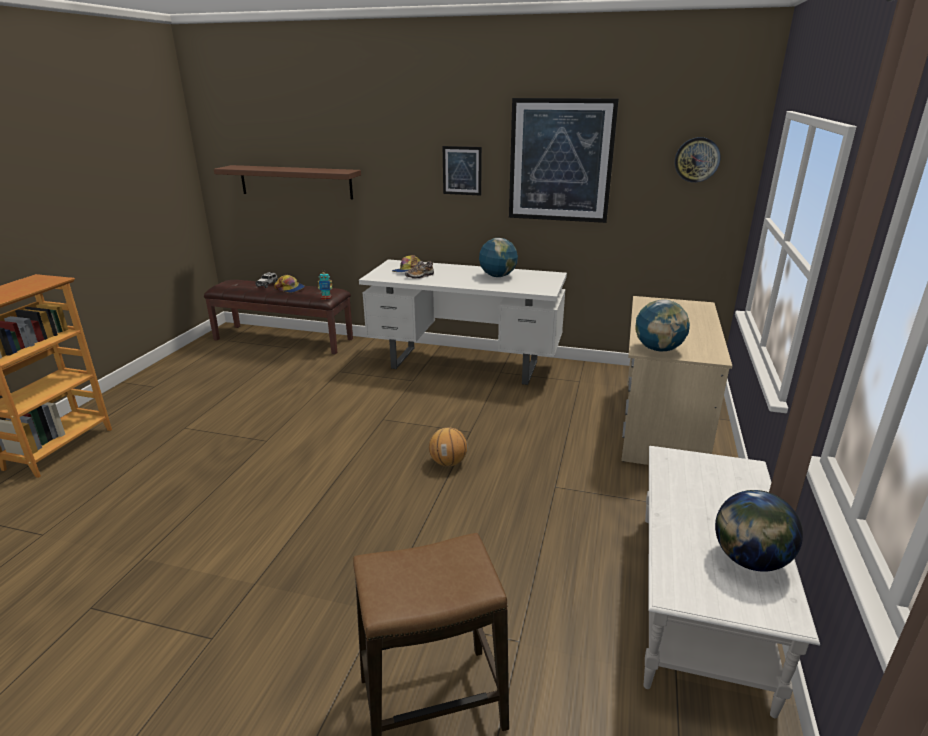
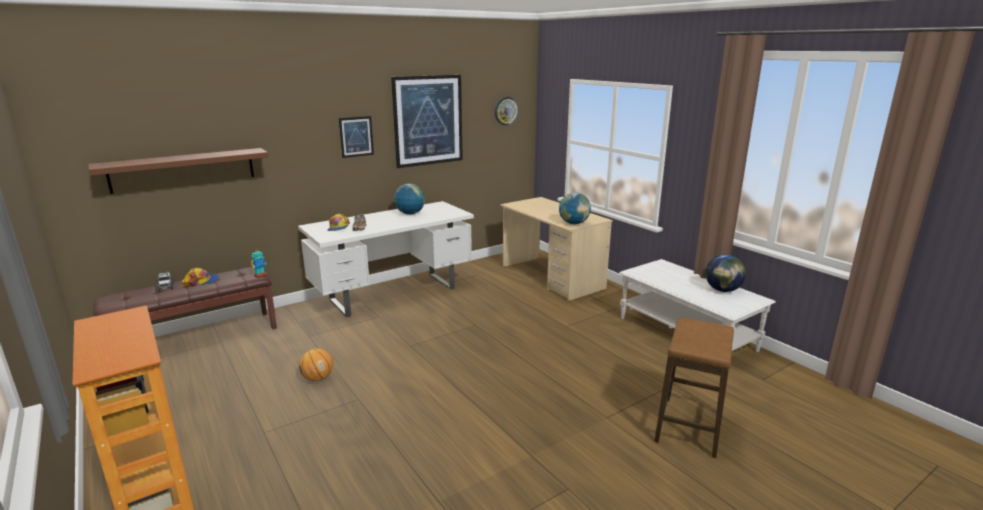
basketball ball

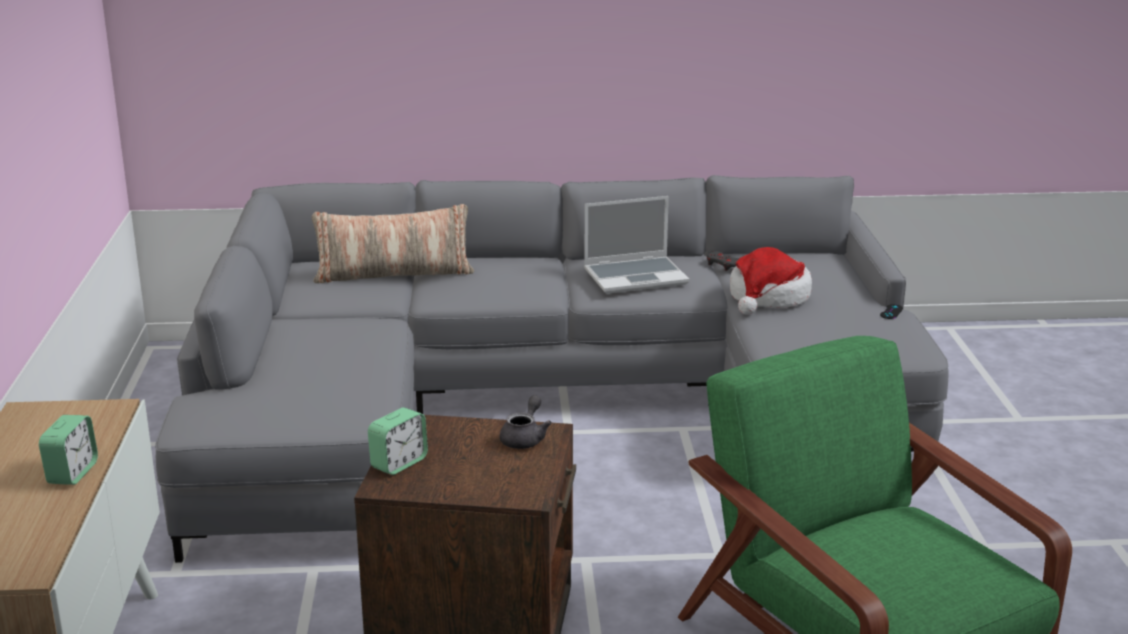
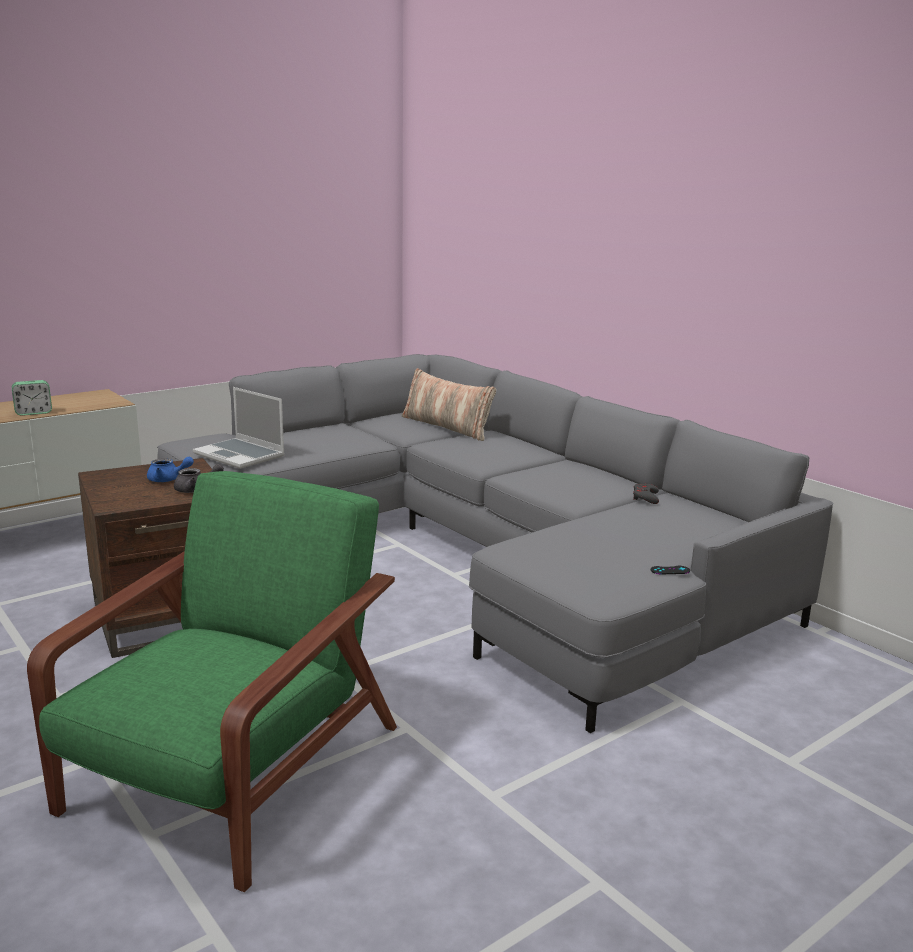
bedside clock (no. 2 from left in the first image); hat; bluish tea pot; notebook computer

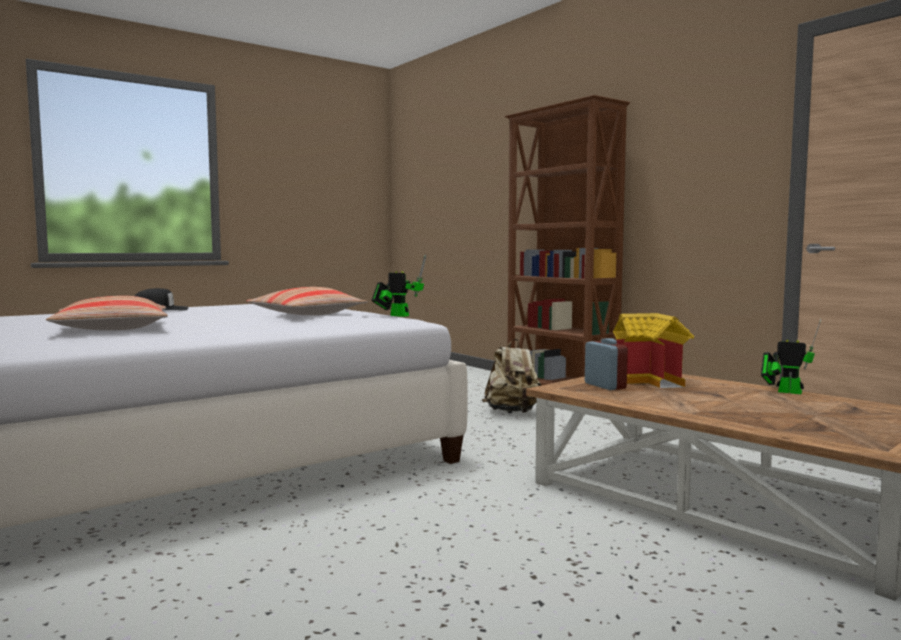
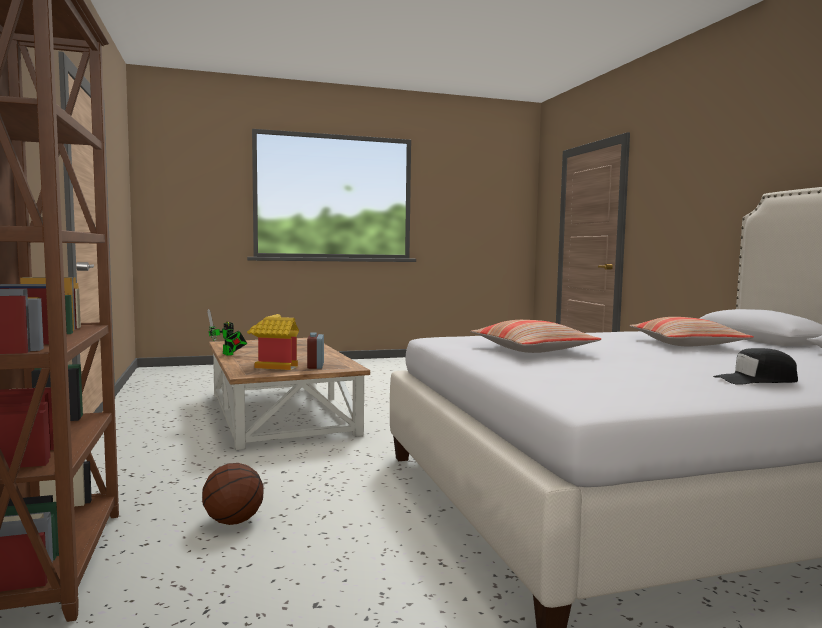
robot figure (no. 1 from left in the first image); basketball ball

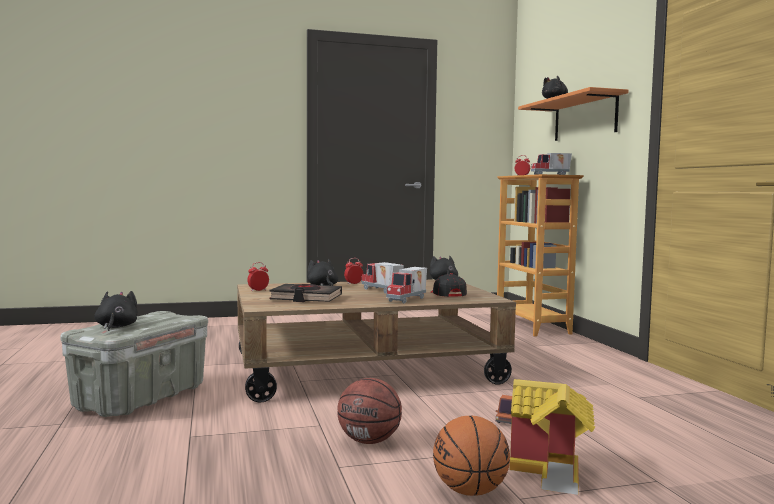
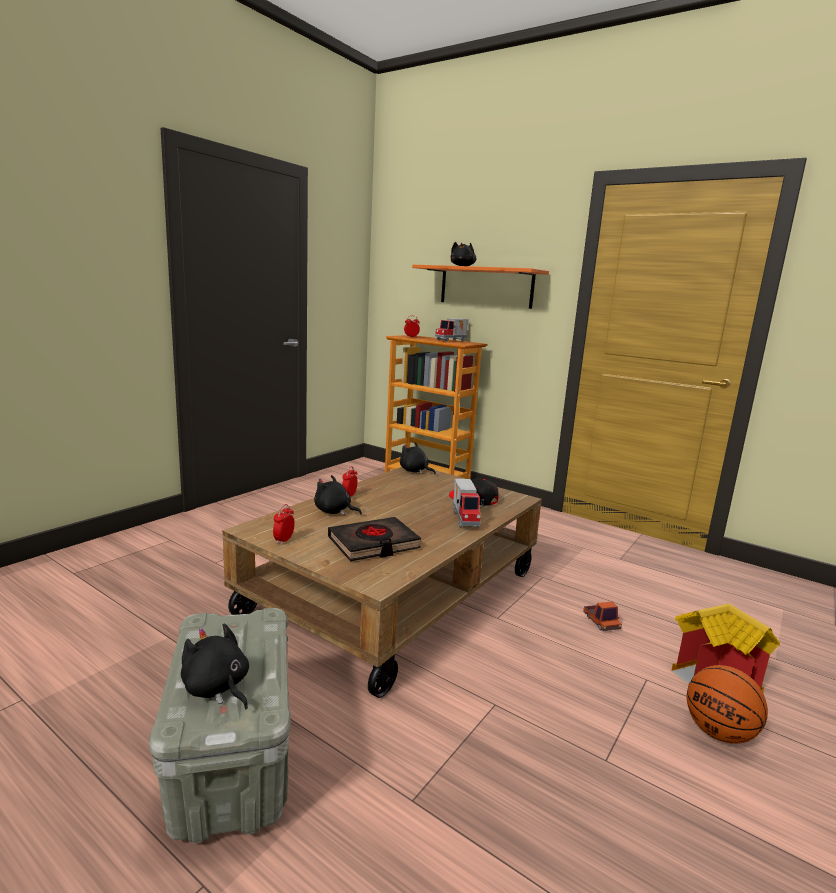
basketball ball (no. 1 from left in the first image); toy lorry (no. 1 from left in the first image)

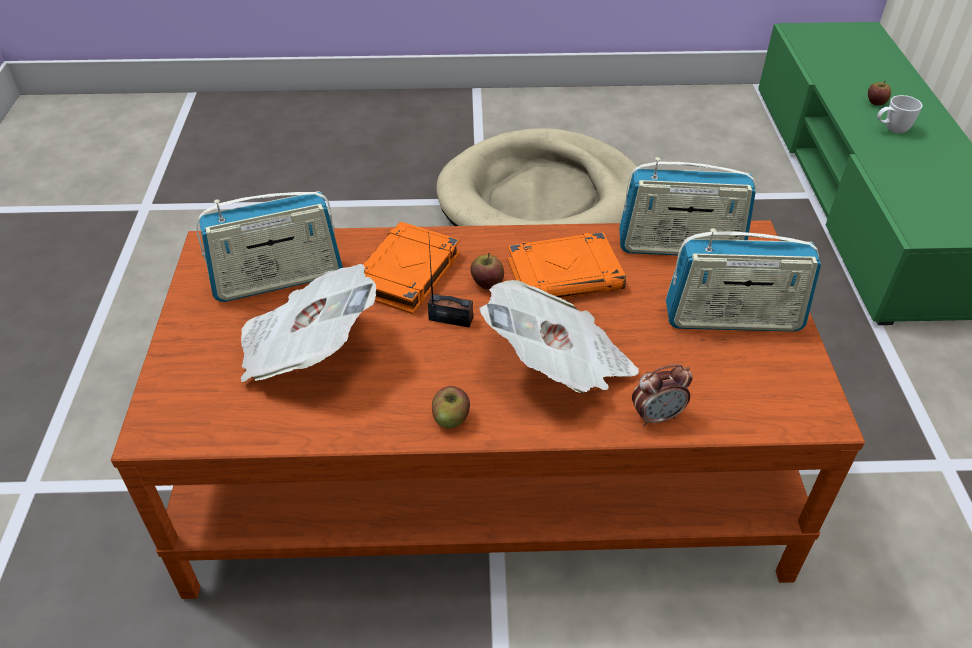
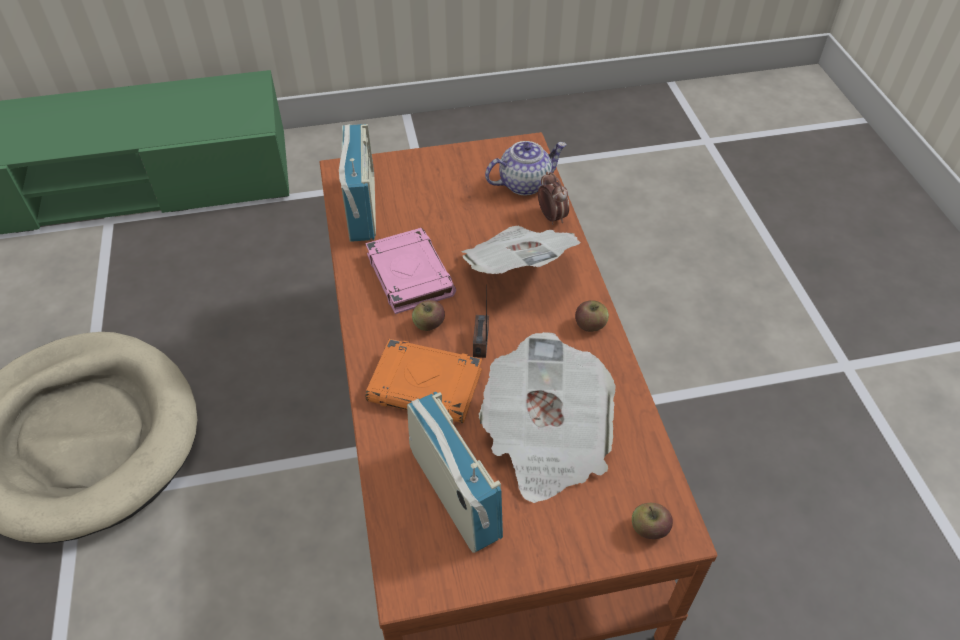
radio receiver (no. 4 from left in the first image); white-coloured tea mug; tea pot; whole apple (no. 3 from left); pinkish volume

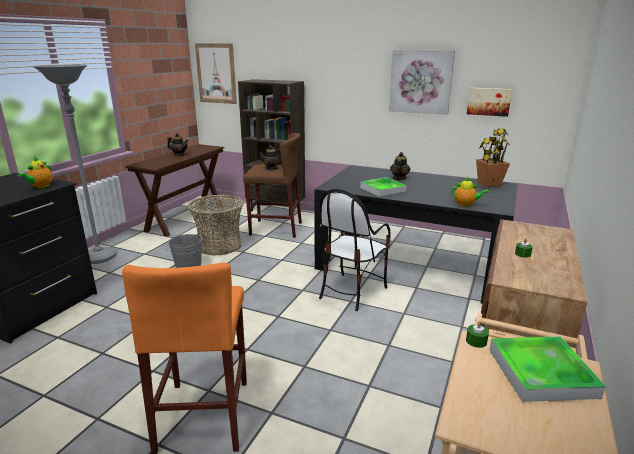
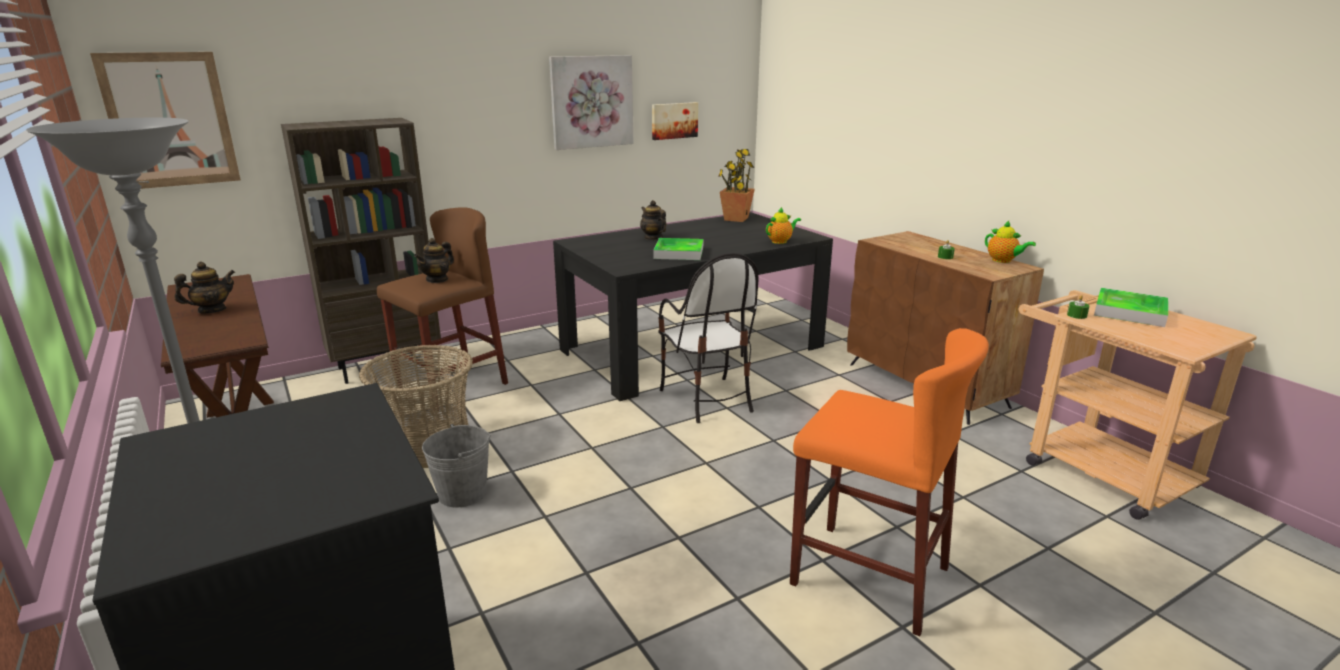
tea pot (no. 5 from left)

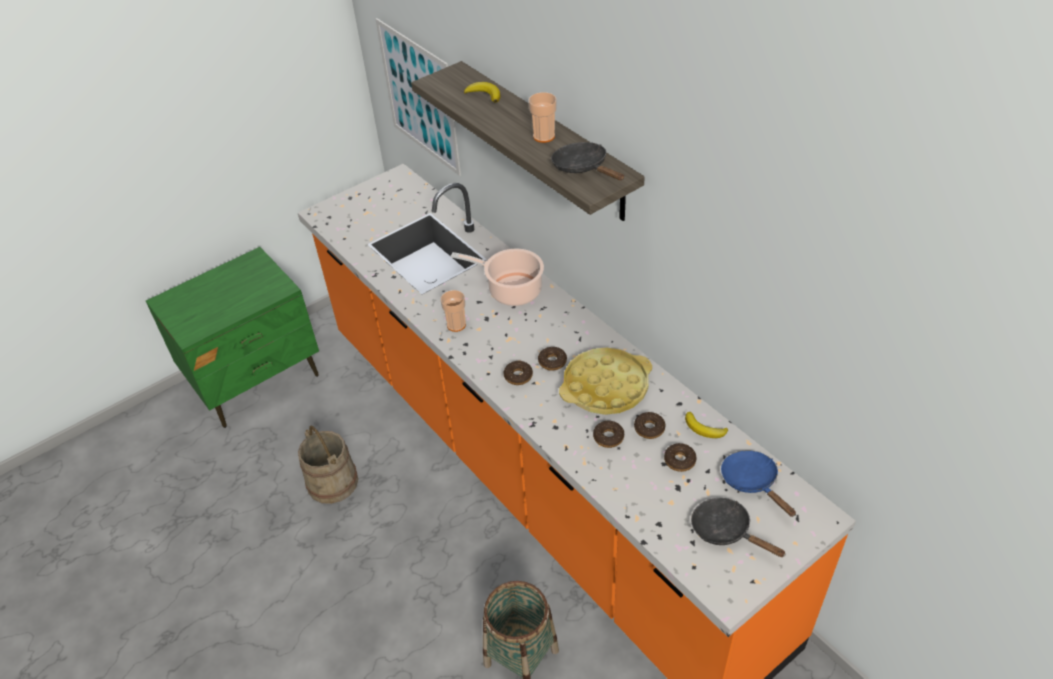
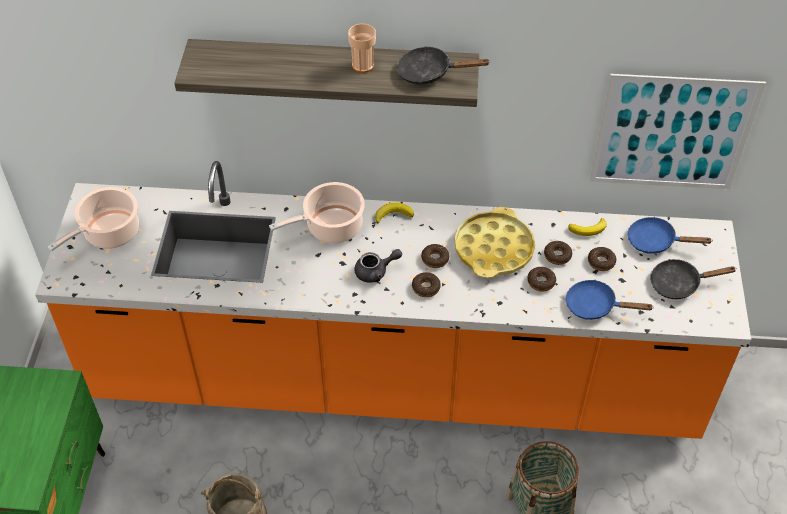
drinking cup (no. 1 from left in the first image); cooking pot (no. 1 from left); grey tea pot; bluish pan (no. 1 from left); wall art; whole banana (no. 1 from left)

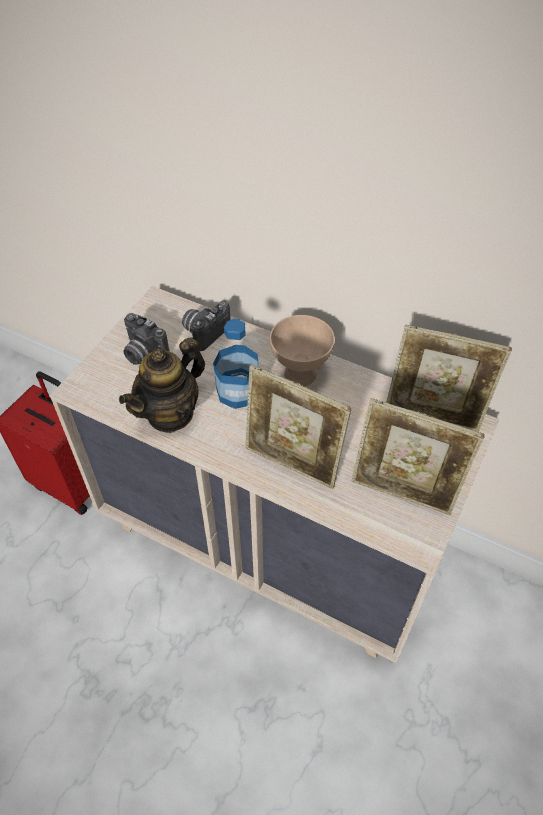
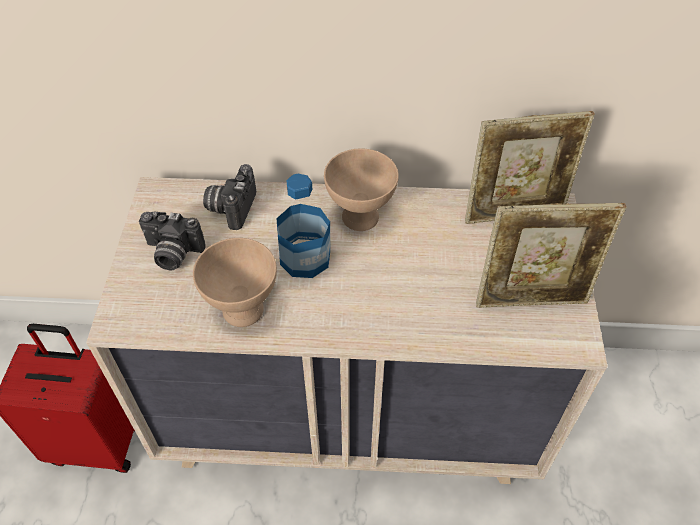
photo frame (no. 1 from left in the first image); beige bowl (no. 1 from left)

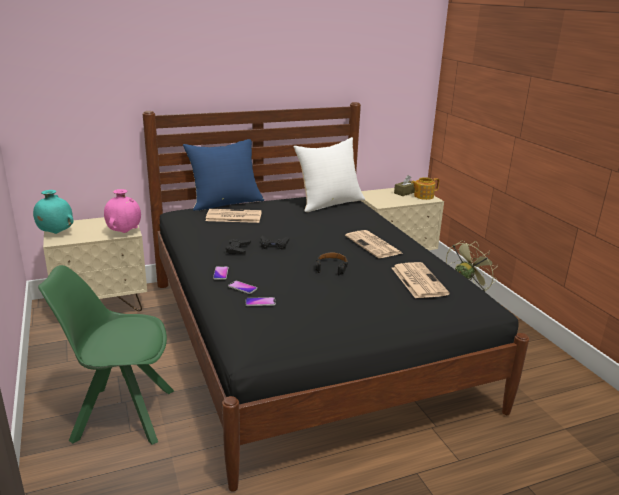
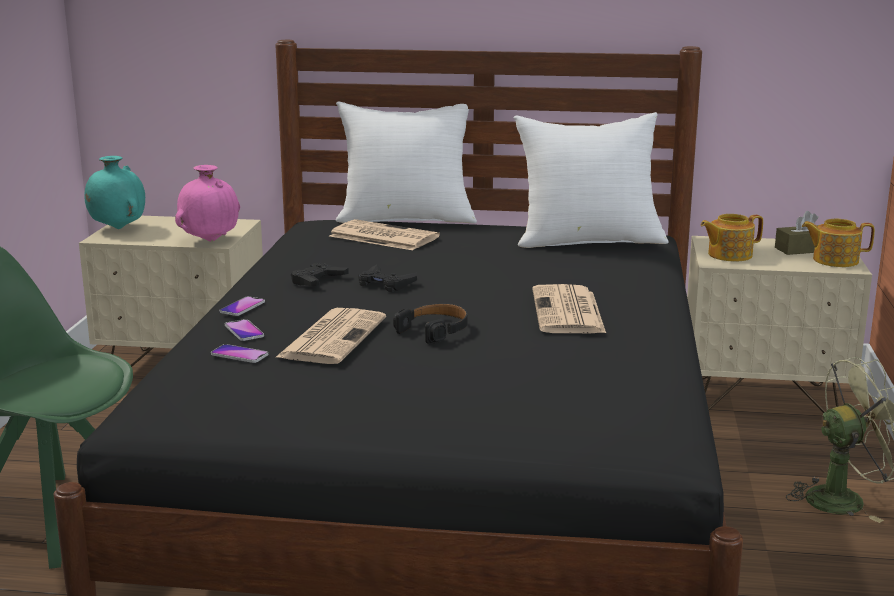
tea pot (no. 1 from left); newspaper (no. 1 from left); white-coloured pillow (no. 1 from left)

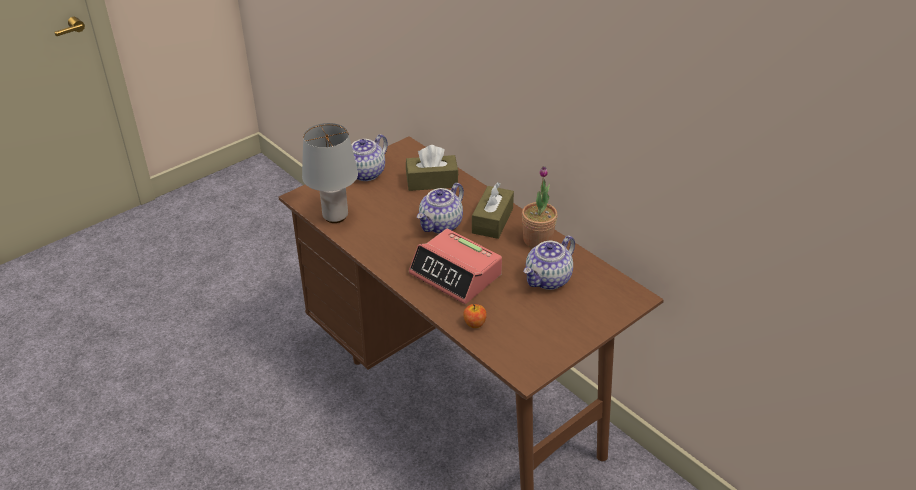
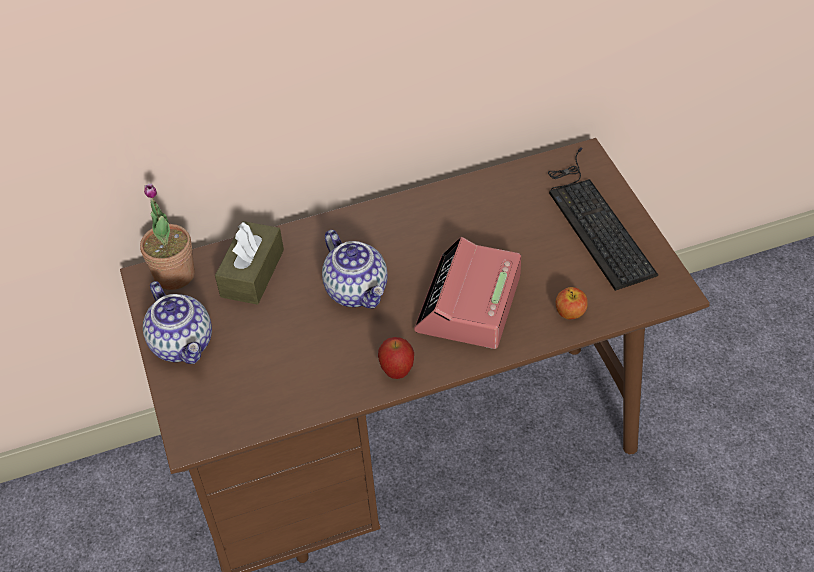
grey lamp for a table; brown-coloured box of tissues (no. 2 from left in the first image); tea pot (no. 3 from left in the first image); whole apple (no. 1 from left); PC keyboard; potted plant; bedside clock

